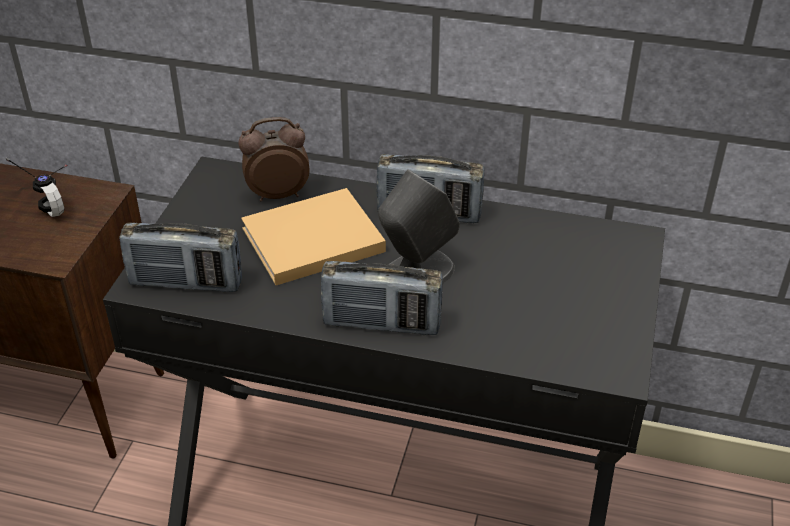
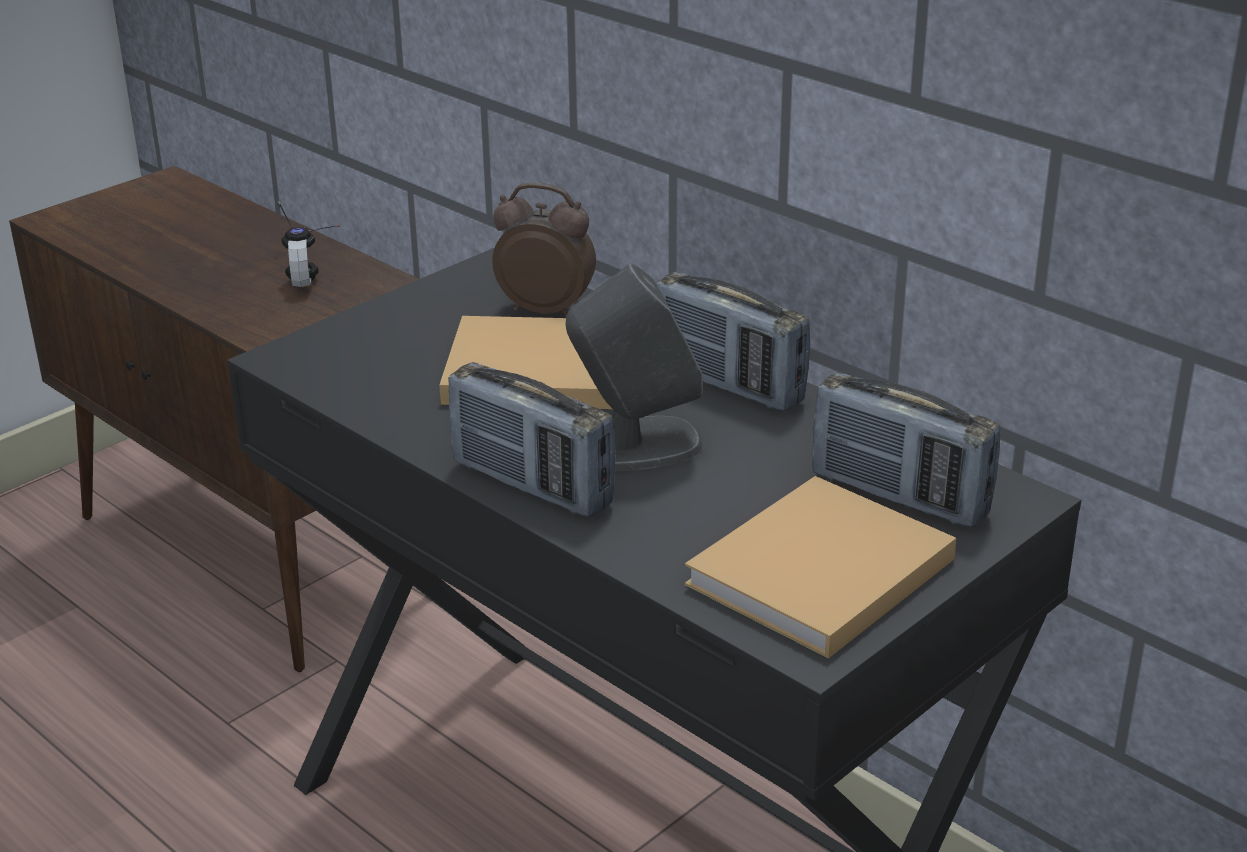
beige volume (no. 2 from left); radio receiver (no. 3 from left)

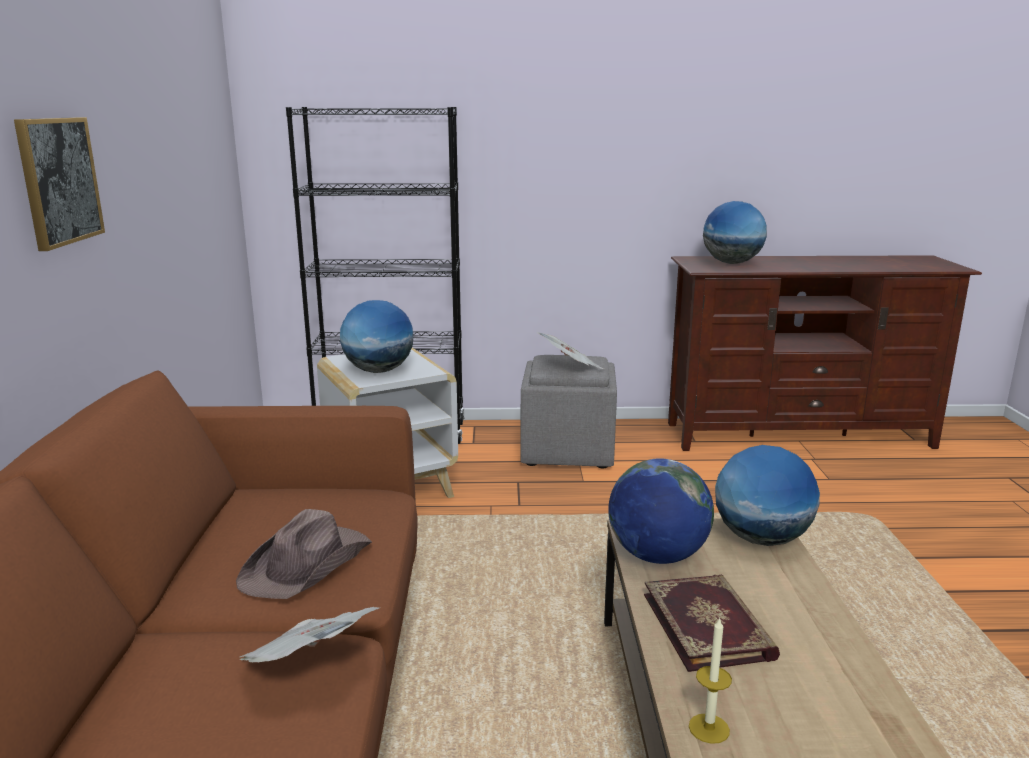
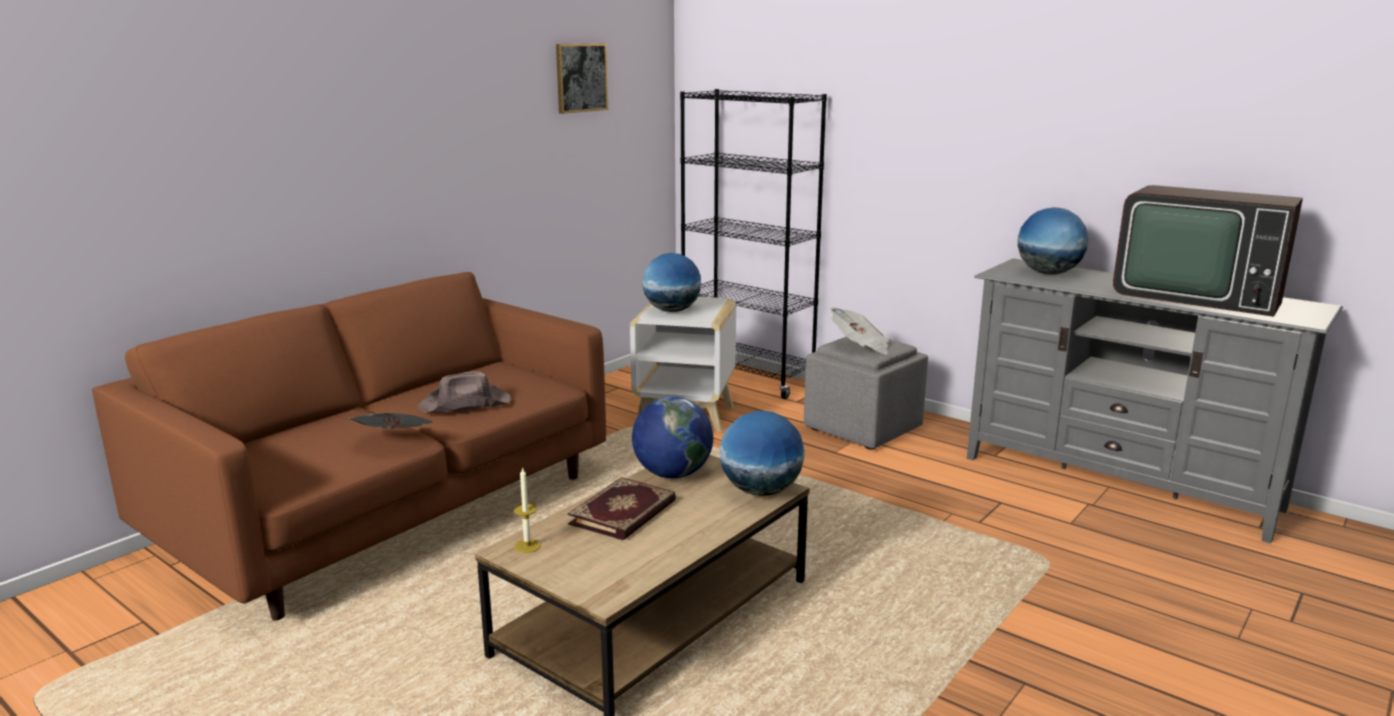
television; wall art; grey media console

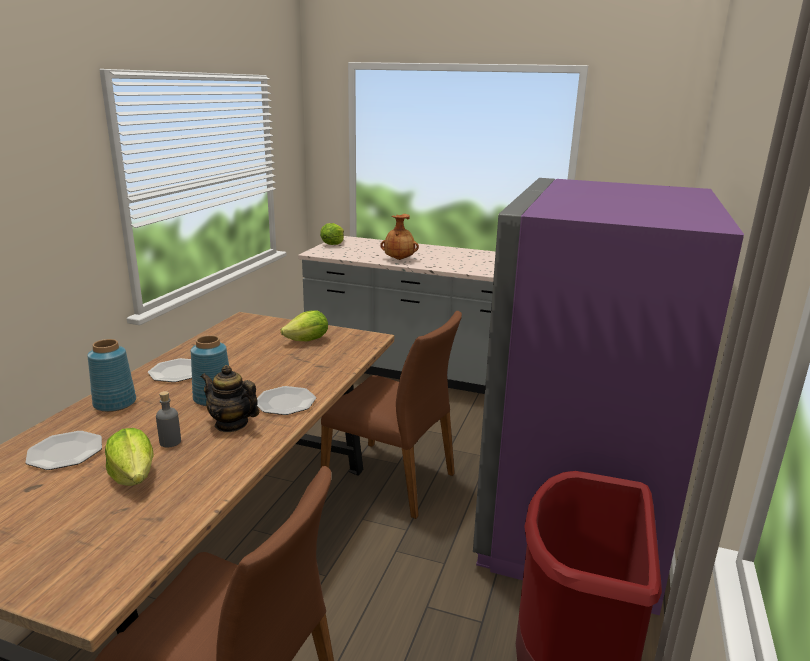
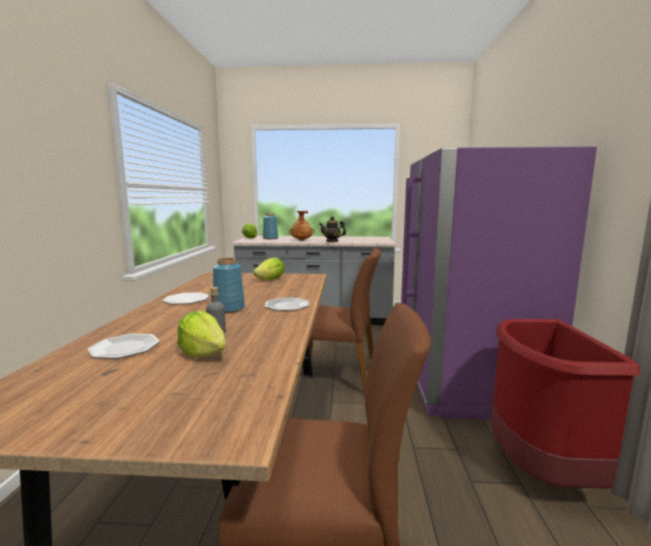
bluish flower vase (no. 2 from left); tea pot

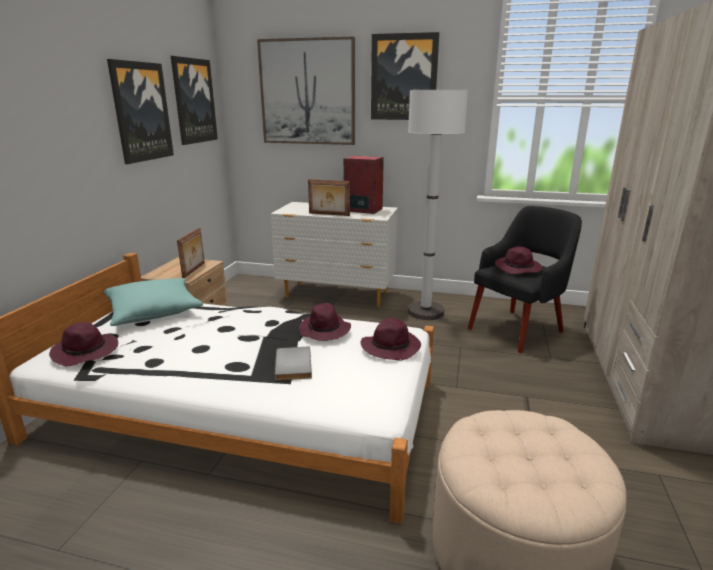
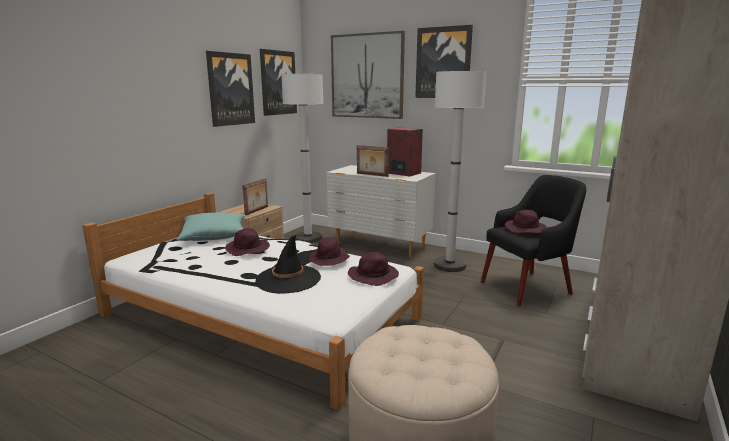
white-coloured standing lamp (no. 1 from left); purplish hat (no. 1 from left); black-coloured hat

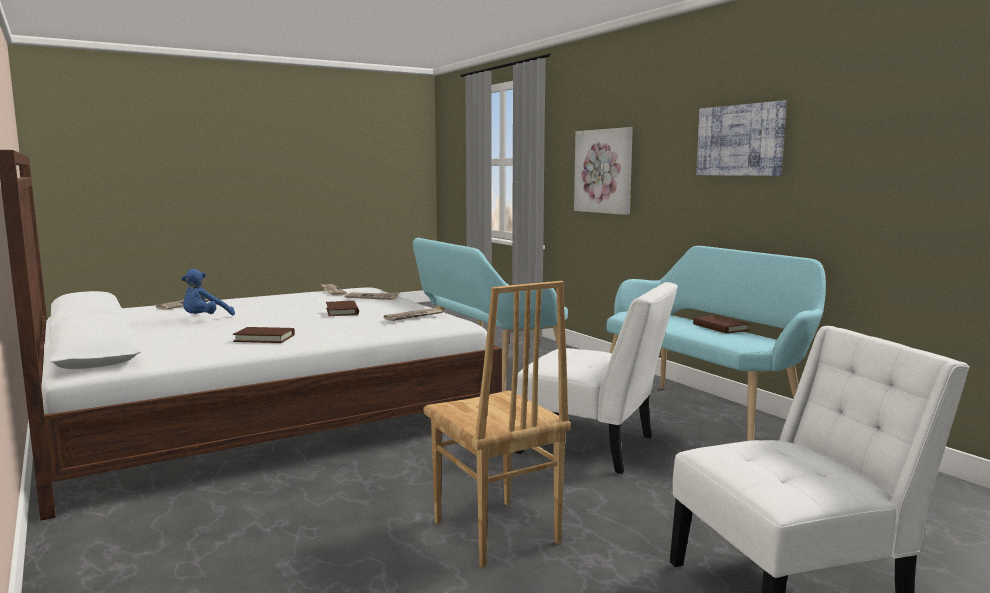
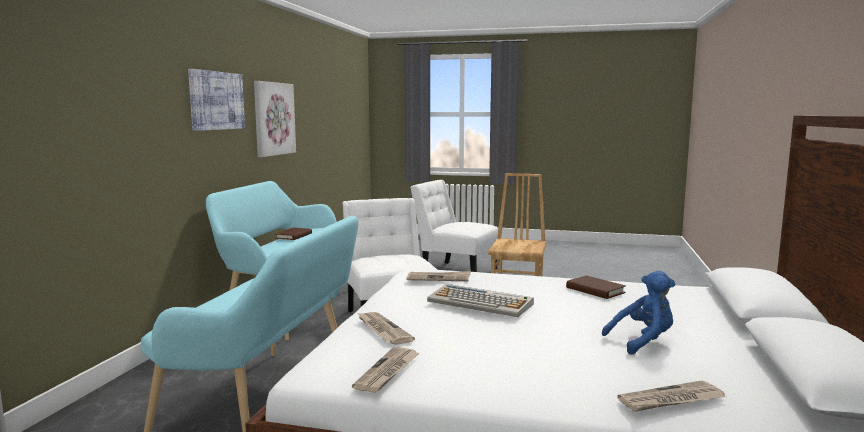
wall art (no. 2 from left); PC keyboard

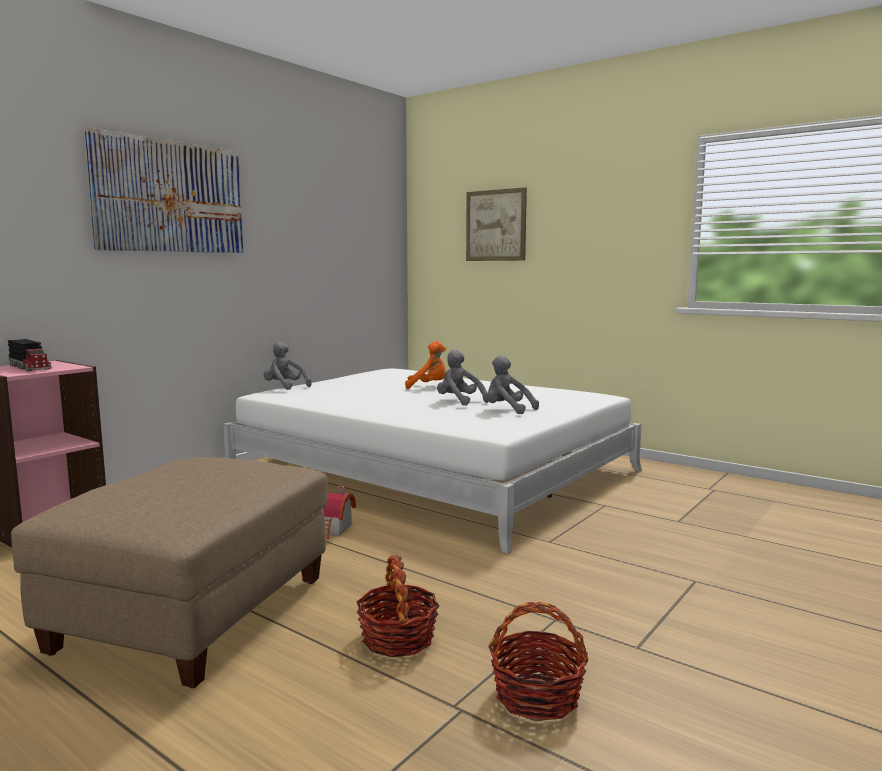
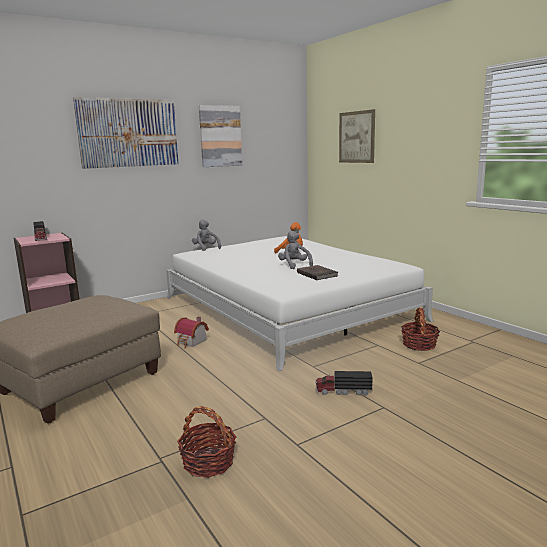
wall art (no. 2 from left); toy lorry (no. 2 from left); storage basket (no. 2 from left); brown-coloured volume

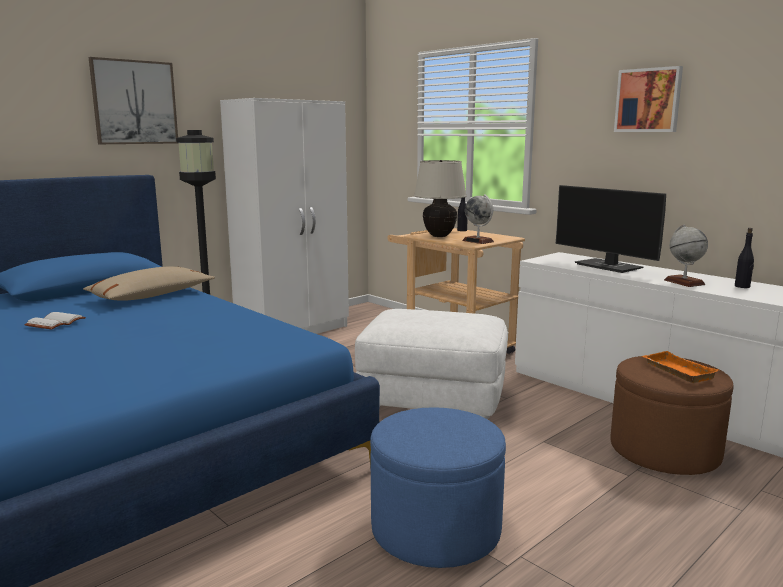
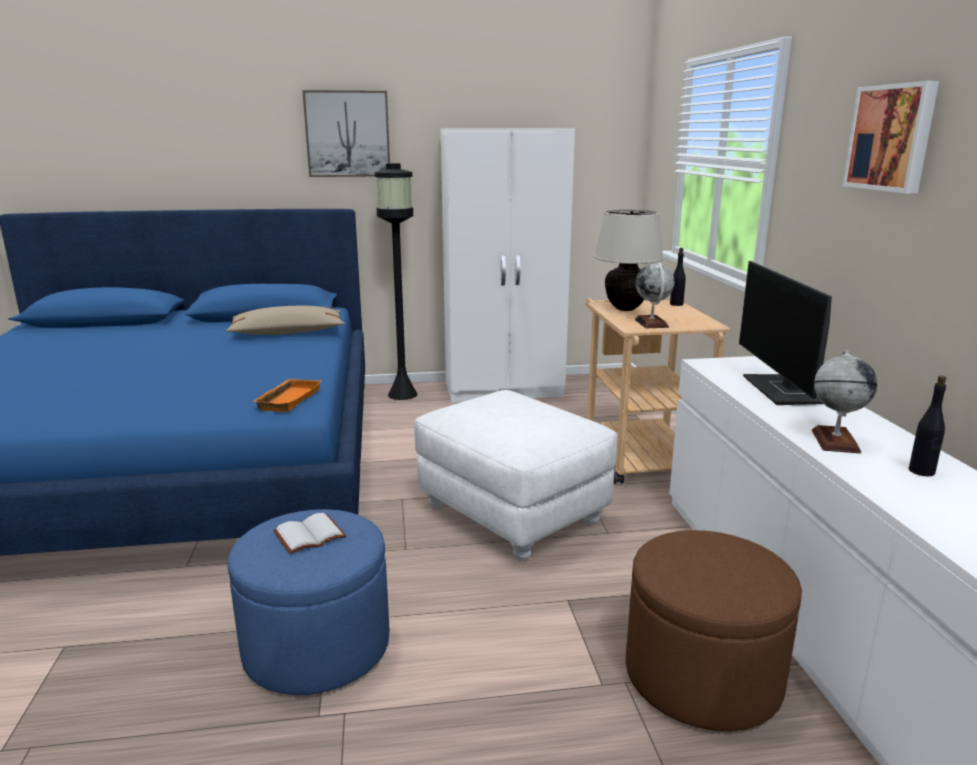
white-coloured volume; orangey carrying tray

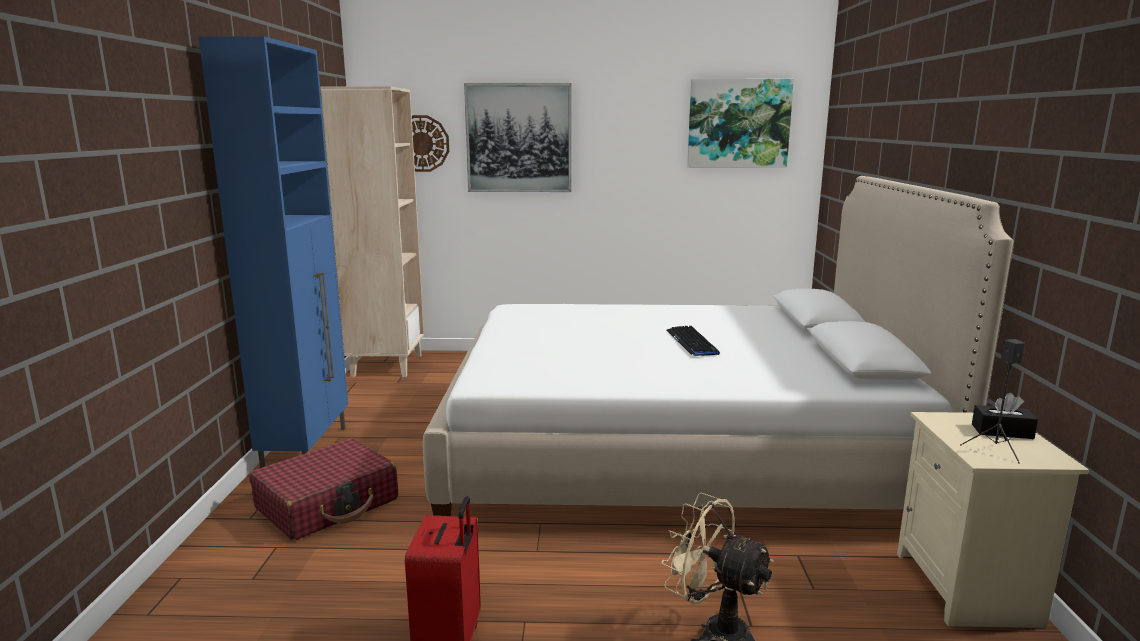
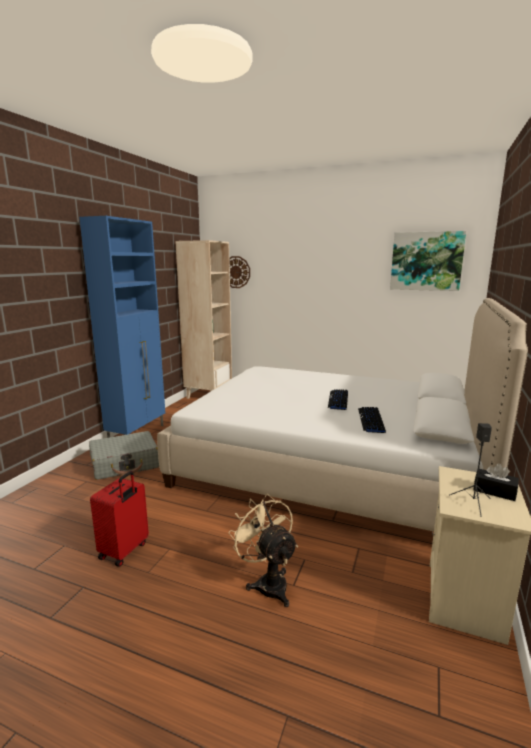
wall art (no. 1 from left in the first image); PC keyboard (no. 2 from left); grey piece of luggage

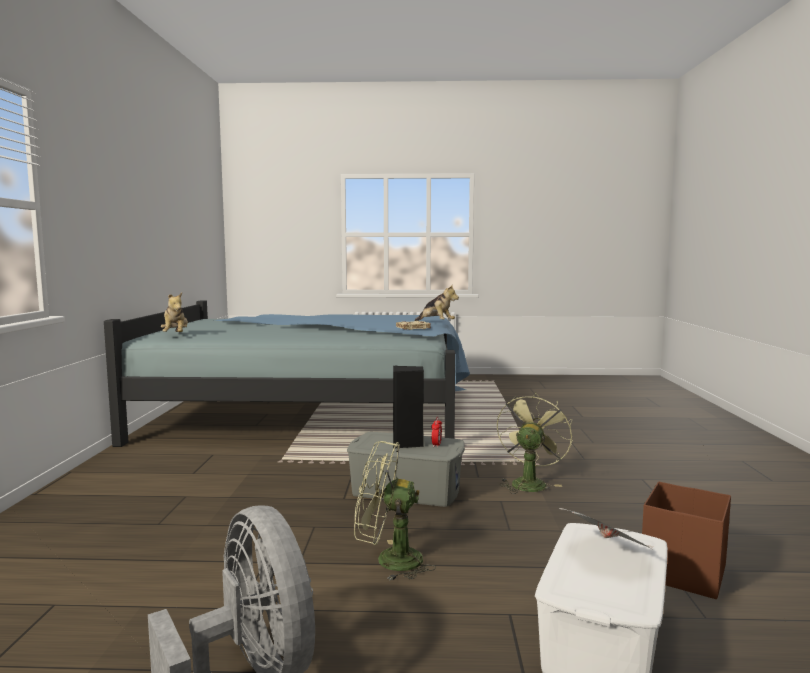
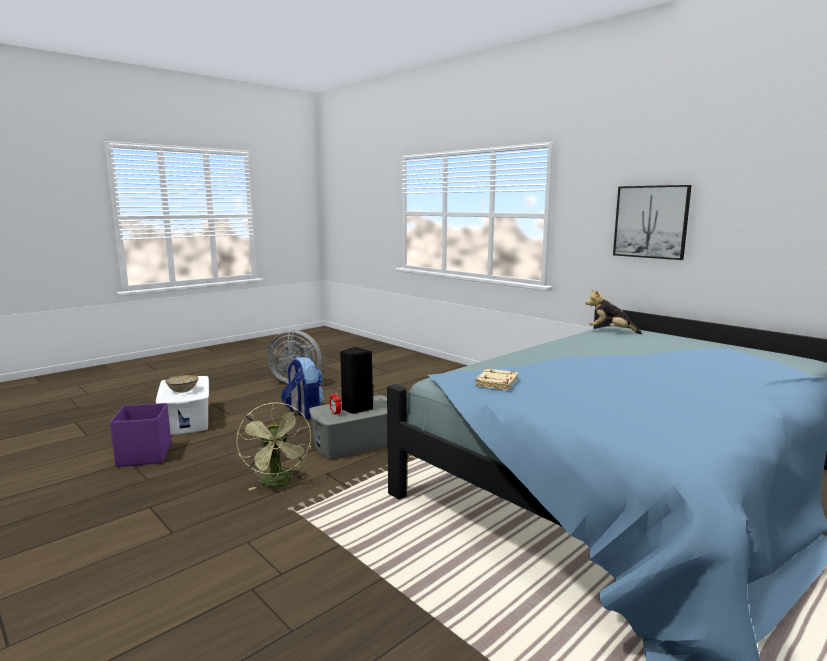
cuddly toy (no. 2 from left in the first image); wall art; knapsack; bowl; purplish storage container

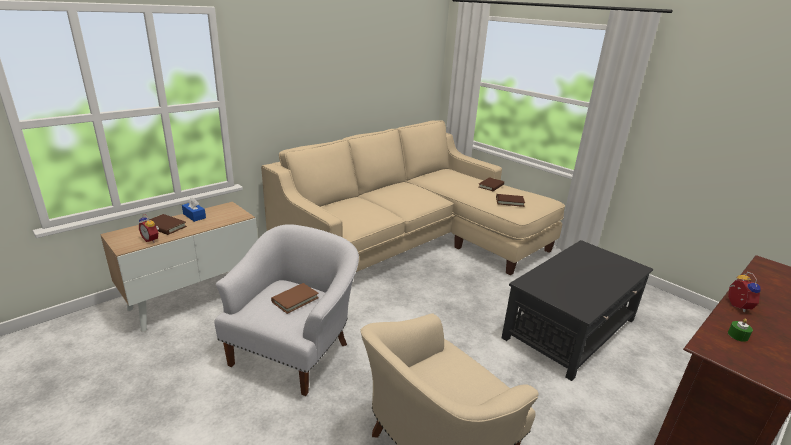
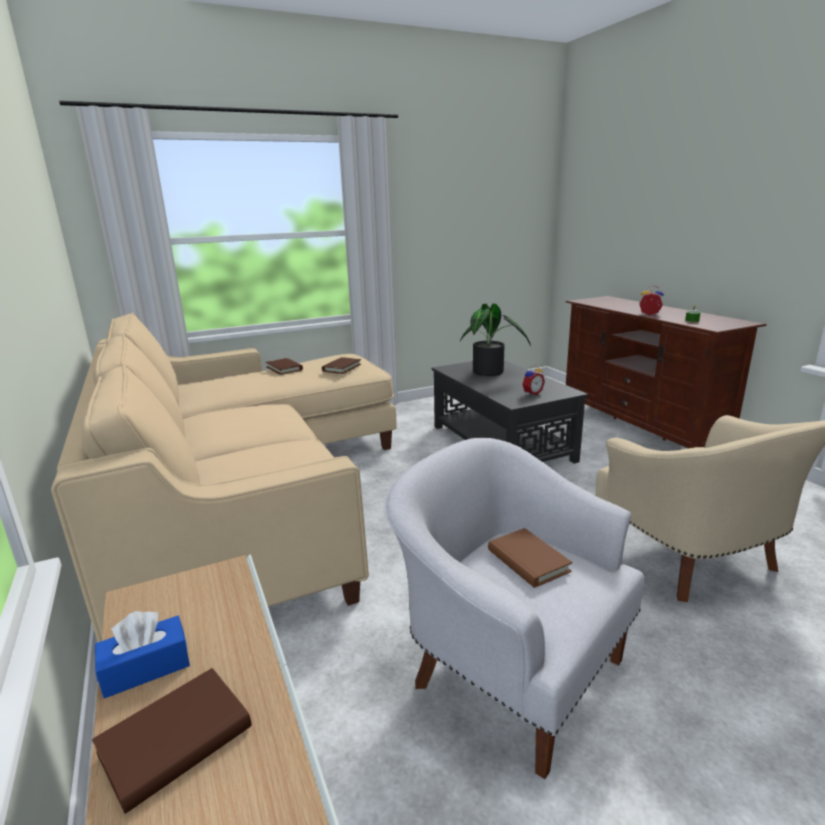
potted plant; bedside clock (no. 1 from left)

